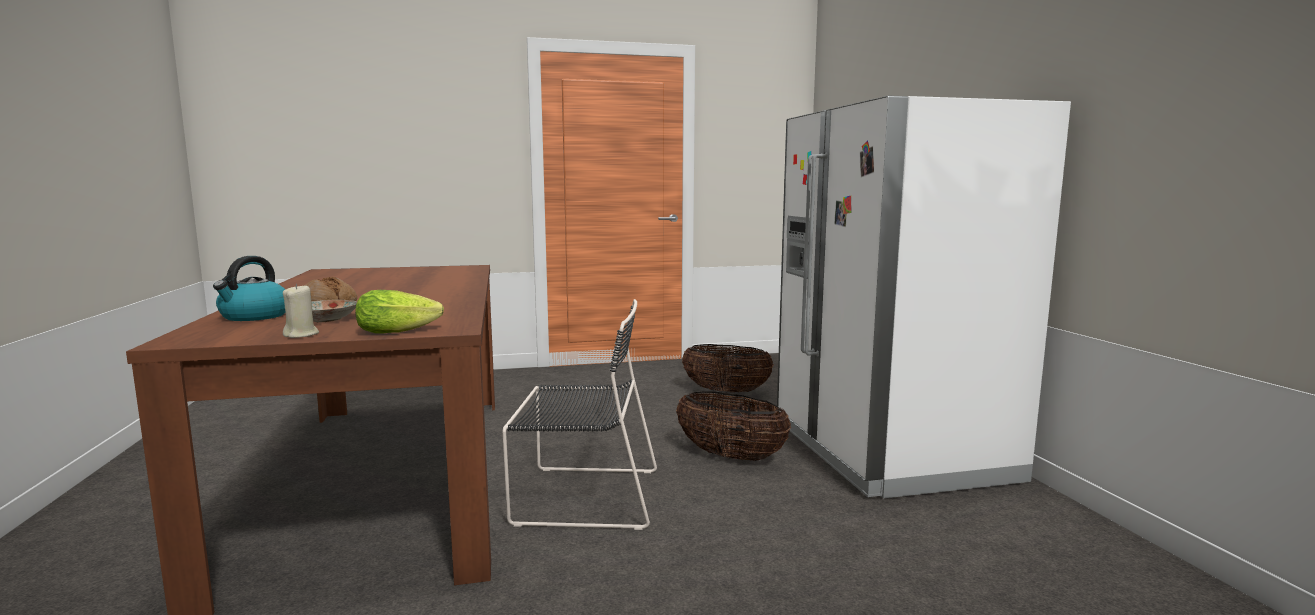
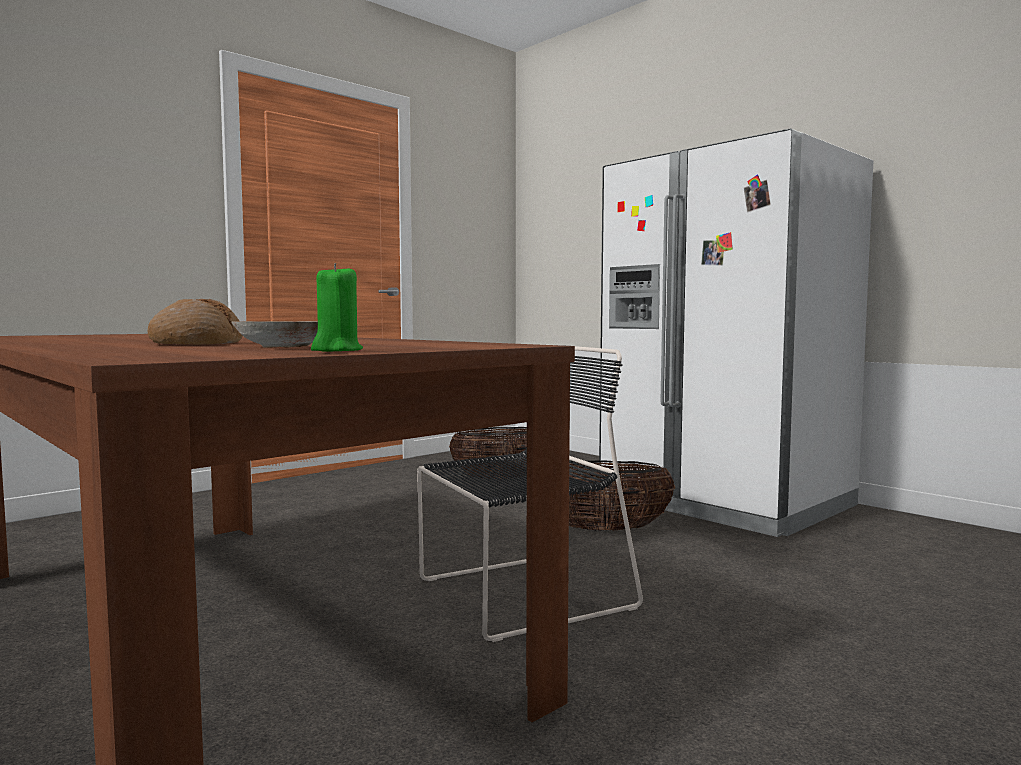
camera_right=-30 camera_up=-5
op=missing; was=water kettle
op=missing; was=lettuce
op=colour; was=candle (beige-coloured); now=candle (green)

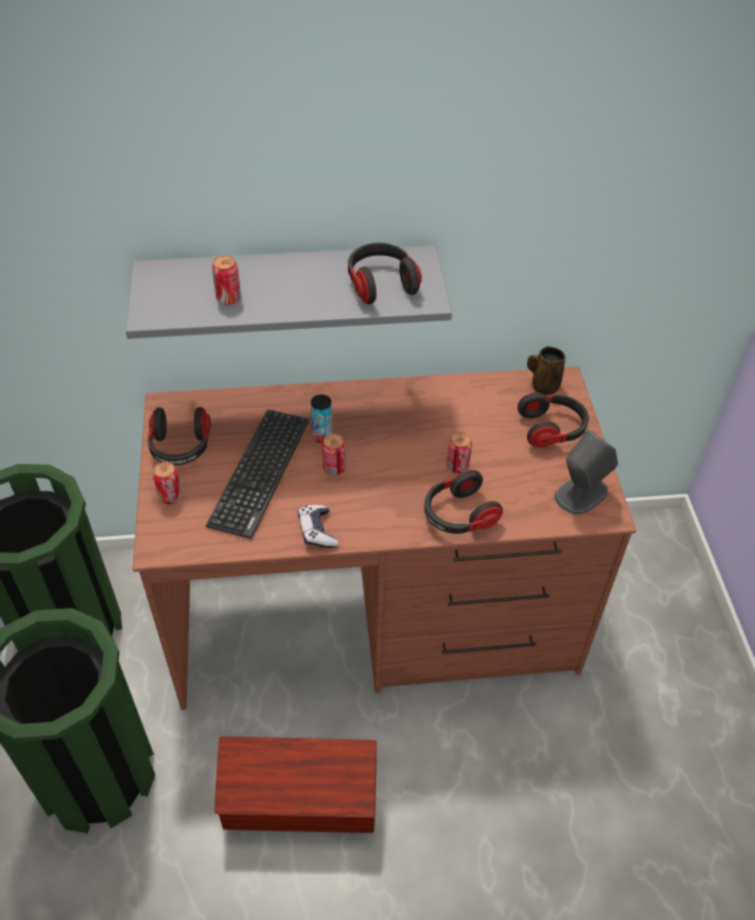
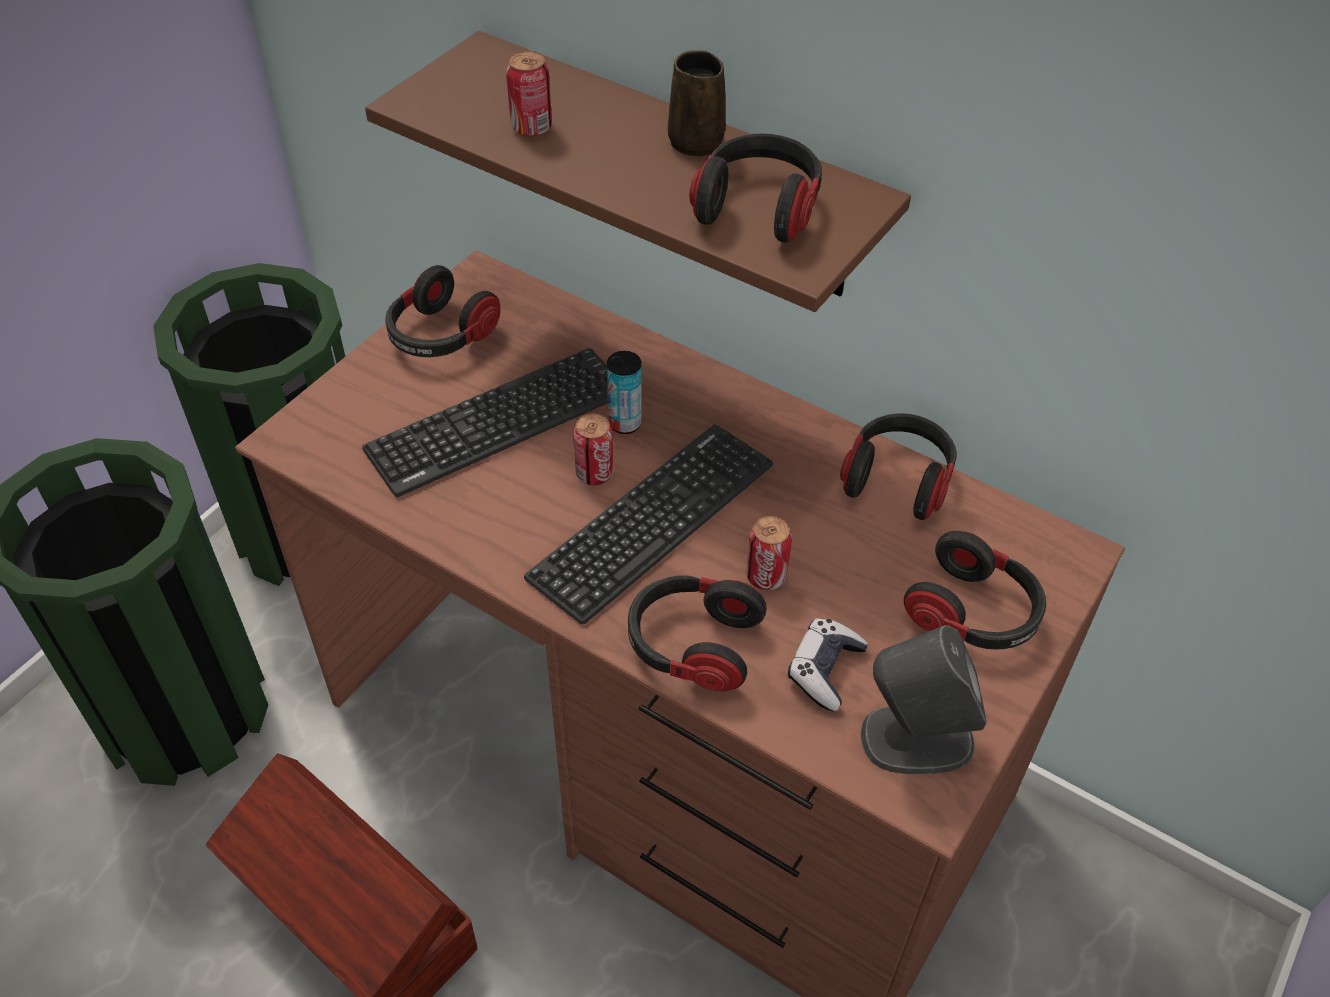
camera_right=40 camera_up=0
op=missing; was=sealed can (no. 1 from left)
op=appeared; now=keyboard (no. 2 from left)
op=appeared; now=headset (no. 4 from left)
op=relocated; was=joypad
op=relocated; was=tea mug (brown-coloured)
op=colour; was=wall shelf (grey); now=wall shelf (brown-coloured)

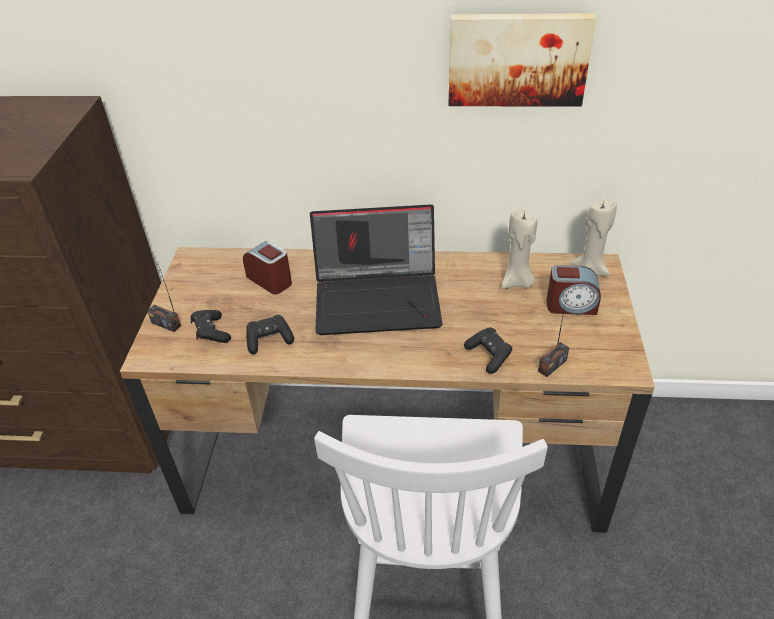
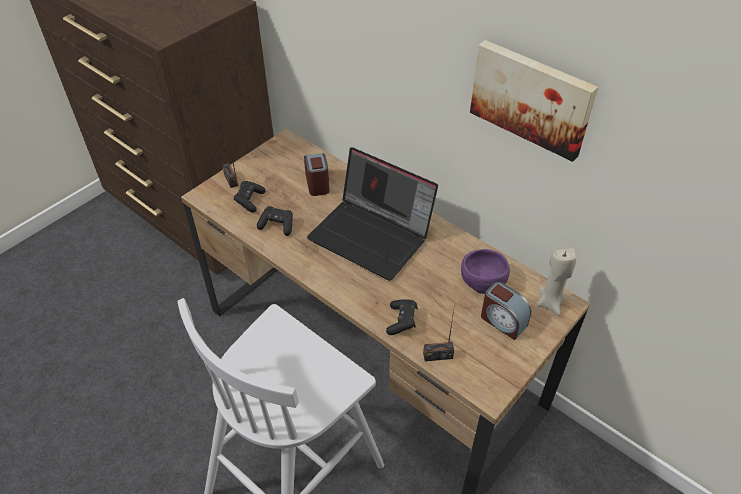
camera_right=35 camera_up=5
op=exchanged; was=candle (beige-coloured) (no. 1 from left); now=deep dish (purple)

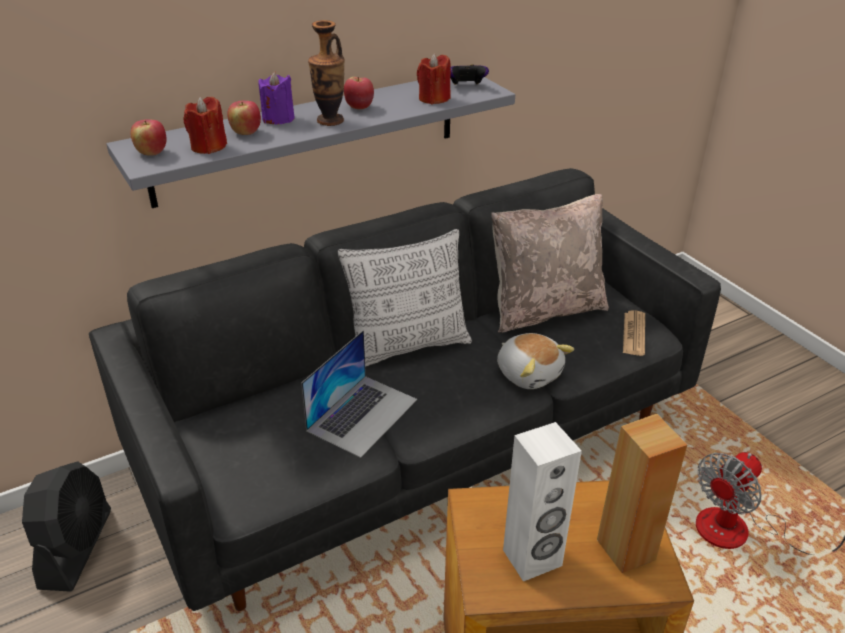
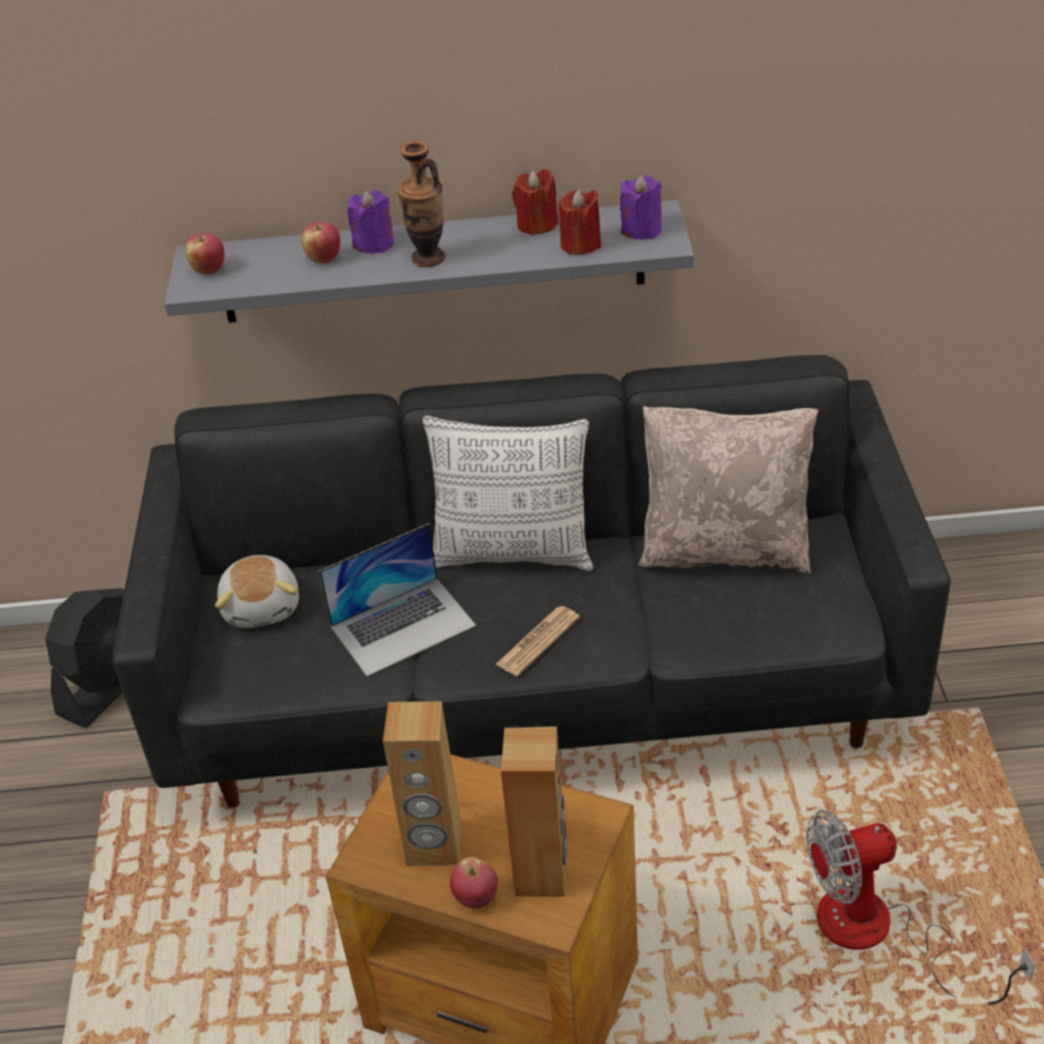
camera_right=30 camera_up=5
op=relocated; was=candle (red) (no. 1 from left)
op=relocated; was=apple fruit (no. 3 from left)
op=relocated; was=soft toy
op=relocated; was=daily paper
op=exchanged; was=joypad; now=candle (purple) (no. 2 from left)
op=colour; was=speaker (whitish); now=speaker (brown-coloured) (no. 1 from left)

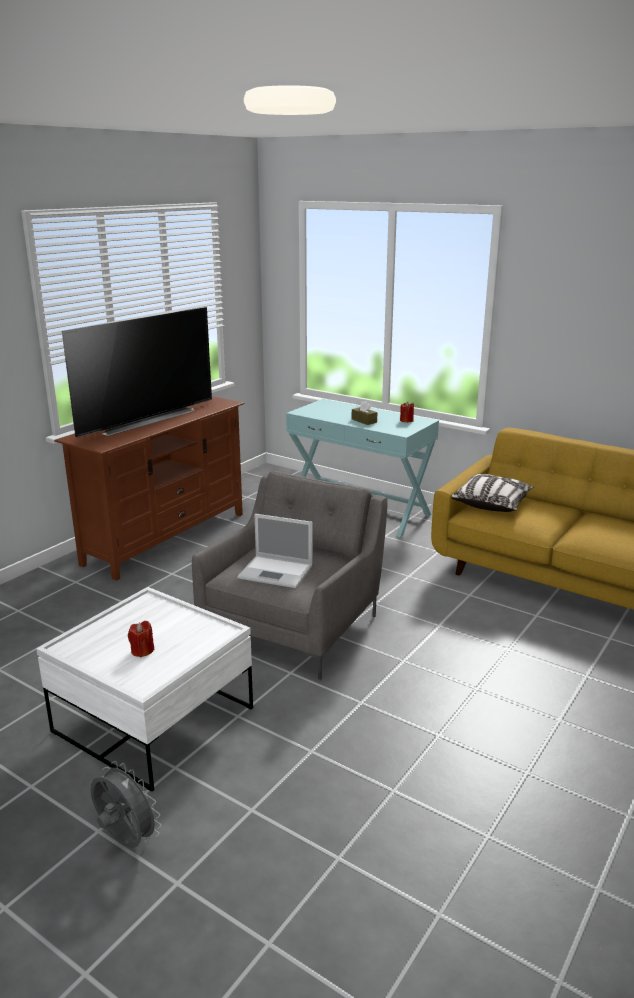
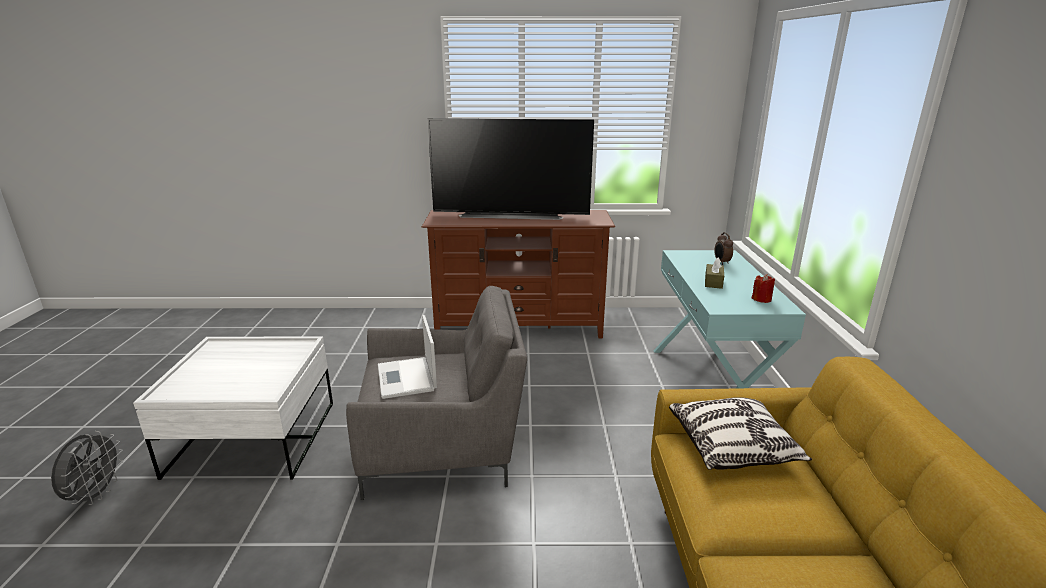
camera_right=55 camera_up=0
op=missing; was=candle (red) (no. 1 from left)
op=appeared; now=alarm clock

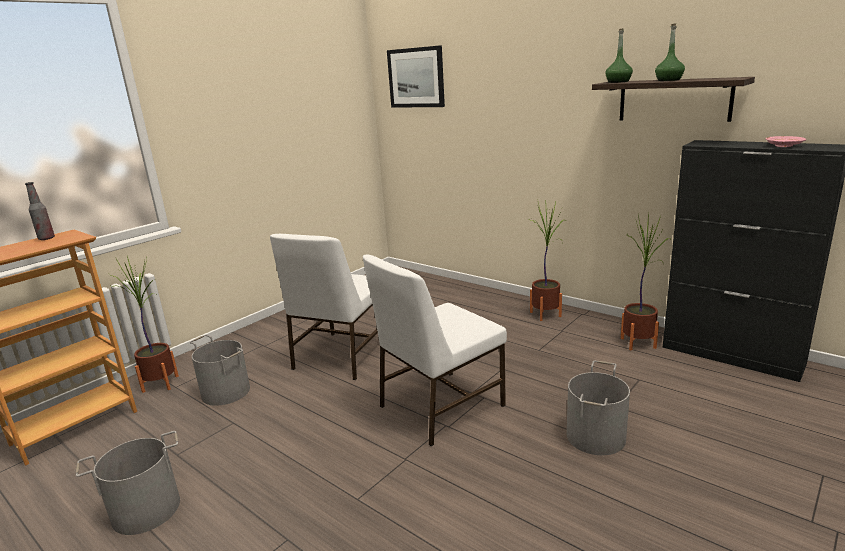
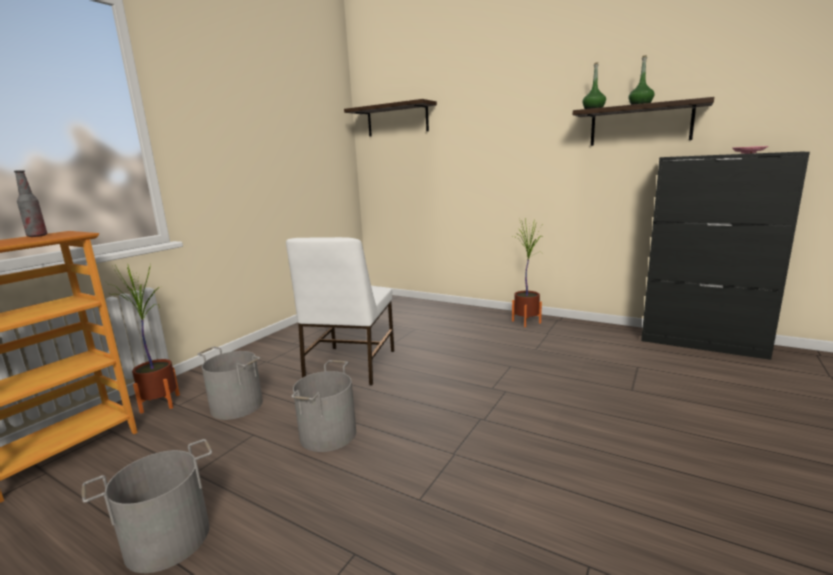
camera_right=-10 camera_up=-5
op=missing; was=upright chair (whitish) (no. 2 from left)
op=missing; was=potted plant (no. 3 from left)
op=relocated; was=bucket (grey) (no. 3 from left)
op=exchanged; was=wall art; now=wall shelf (no. 1 from left)

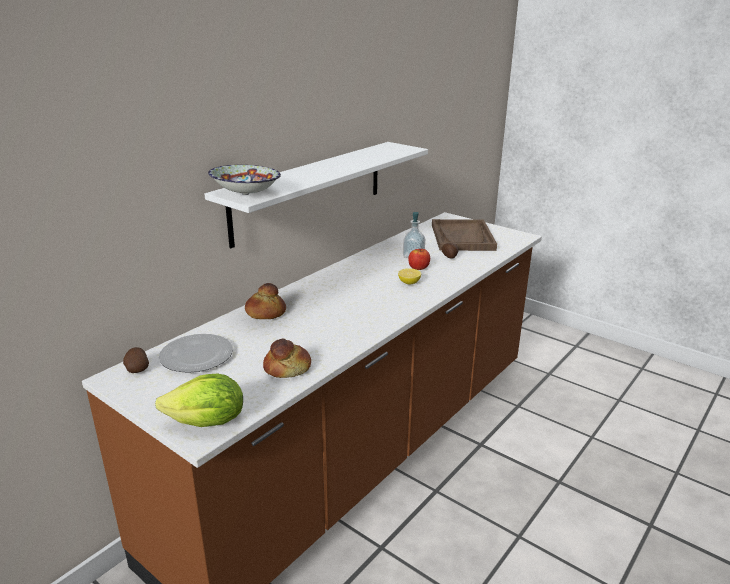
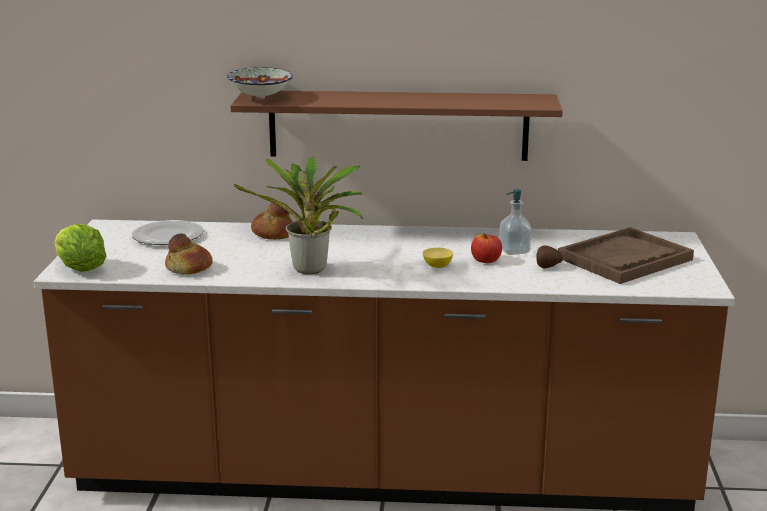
camera_right=55 camera_up=-5
op=missing; was=spud (no. 1 from left)
op=appeared; now=potted plant
op=colour; was=wall shelf (whitish); now=wall shelf (brown-coloured)

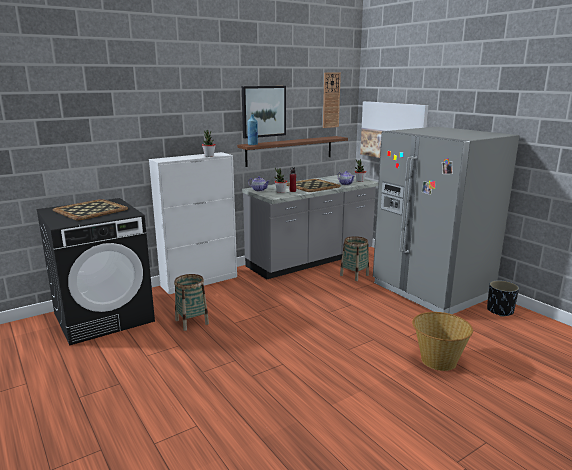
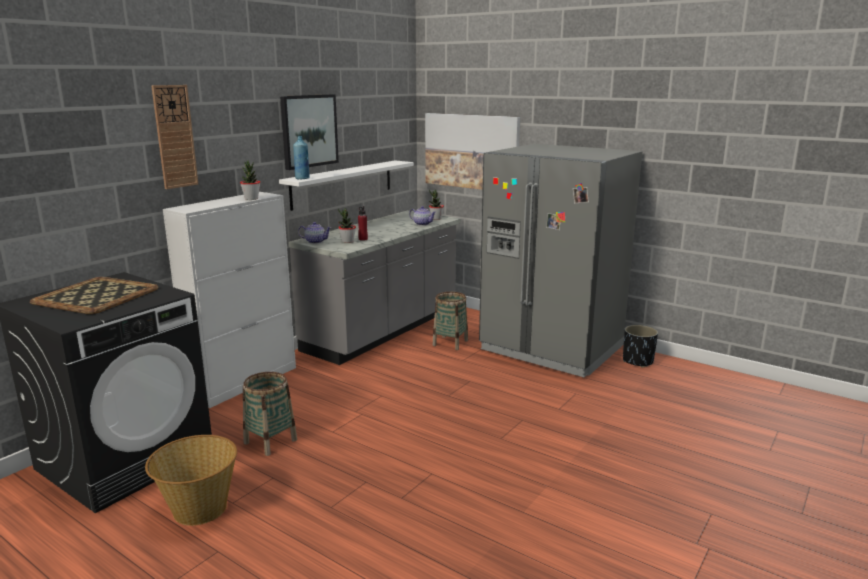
camera_right=-20 camera_up=0
op=missing; was=serving tray (no. 2 from left)
op=relocated; was=clock on the wall
op=relocated; was=household basket (no. 3 from left in the first image); now=household basket (no. 1 from left)
op=colour; was=wall shelf (brown-coloured); now=wall shelf (whitish)

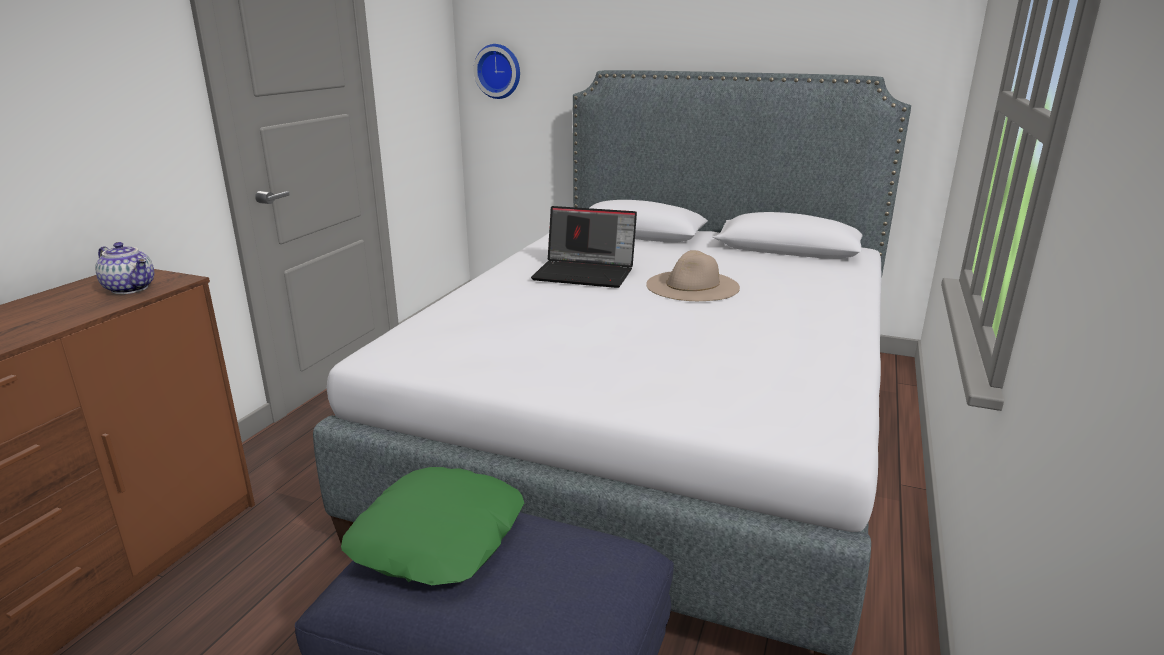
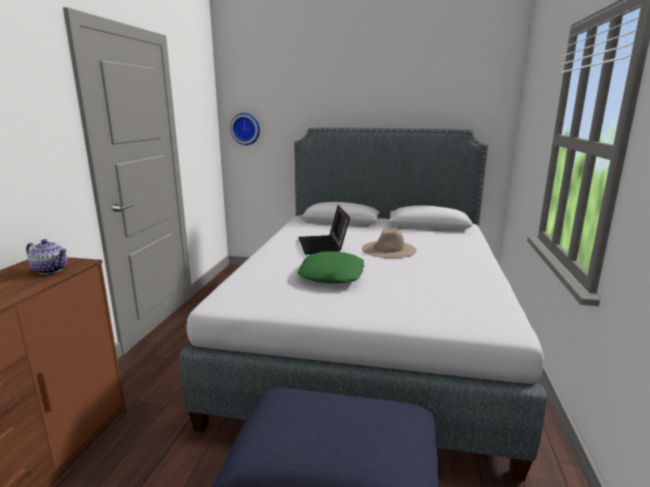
camera_right=-10 camera_up=-5
op=relocated; was=throw pillow (green)
op=spun; was=portable computer; clockwise=75

